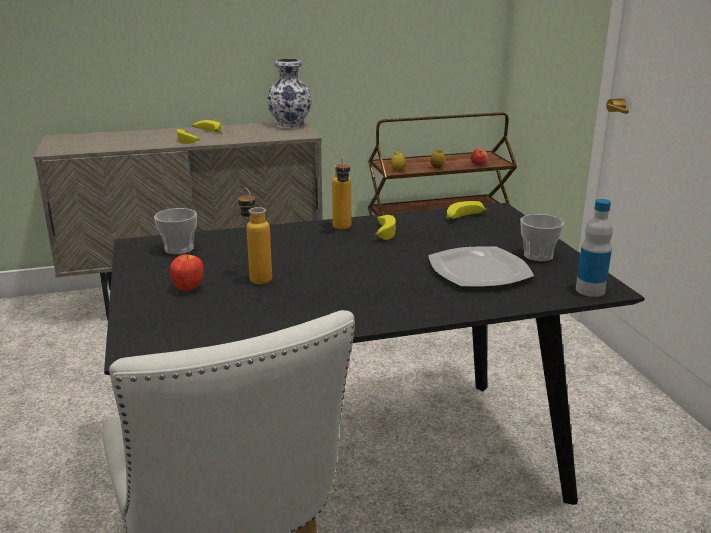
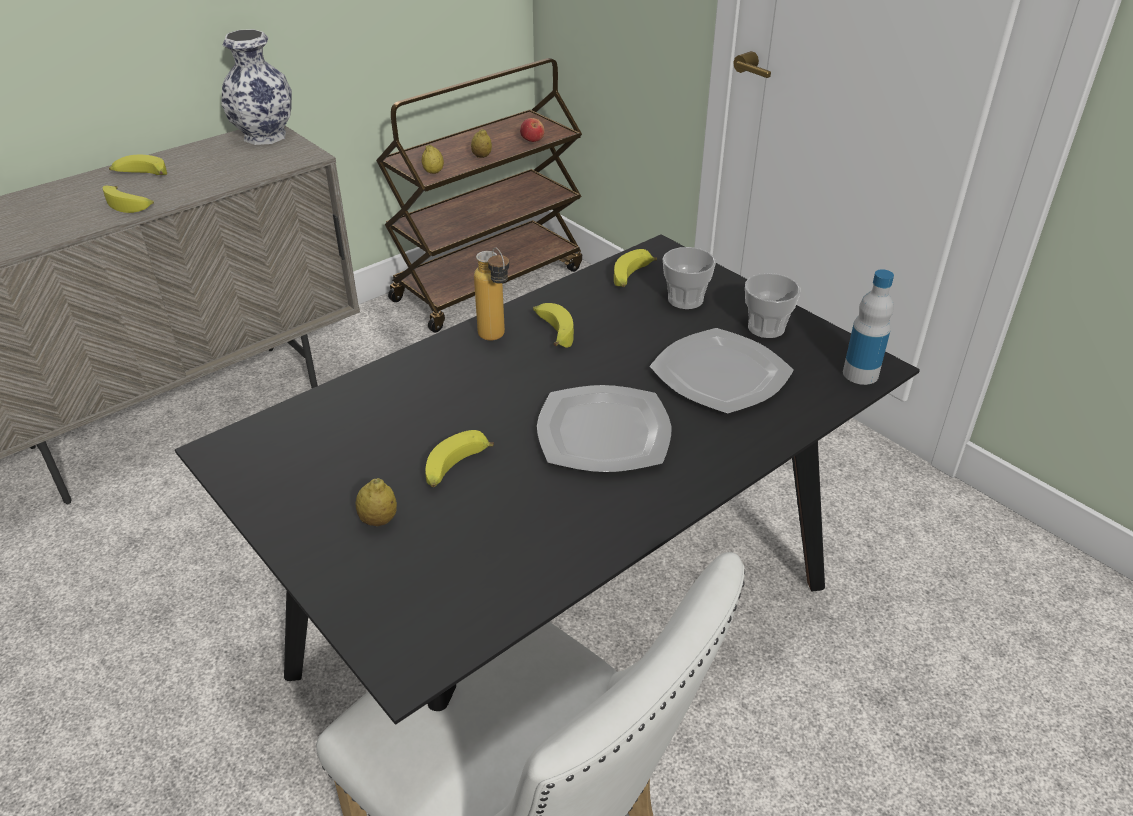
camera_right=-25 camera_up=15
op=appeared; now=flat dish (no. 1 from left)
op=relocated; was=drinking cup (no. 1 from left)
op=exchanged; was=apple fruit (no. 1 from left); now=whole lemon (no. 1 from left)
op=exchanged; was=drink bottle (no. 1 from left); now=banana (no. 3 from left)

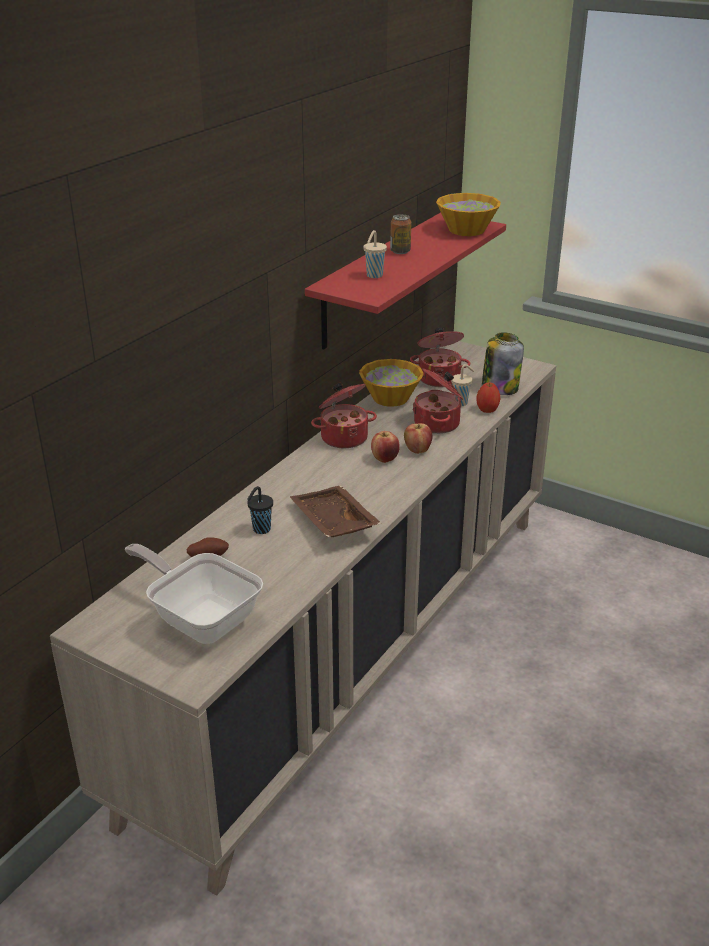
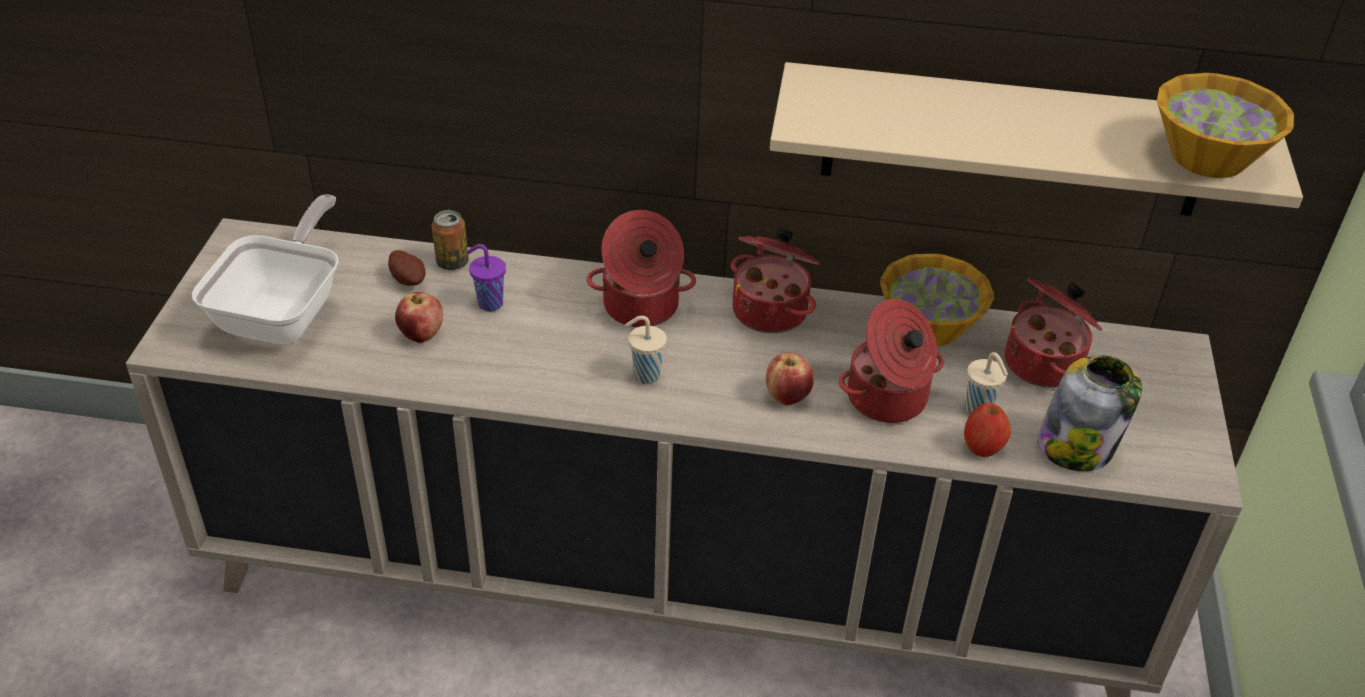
camera_right=65 camera_up=10
op=missing; was=serving tray (brown-coloured)
op=appeared; now=stockpot (no. 1 from left)
op=relocated; was=drinking cup (beige-coloured) (no. 1 from left)
op=relocated; was=apple fruit (no. 1 from left)
op=relocated; was=sealed can
op=colour; was=drinking cup (black-coloured); now=drinking cup (purple)
op=colour; was=wall shelf (red); now=wall shelf (beige-coloured)

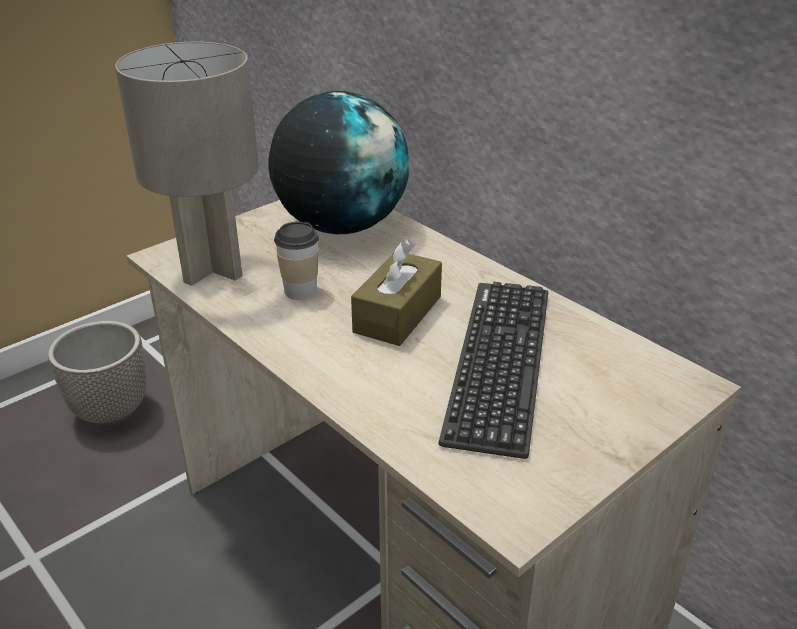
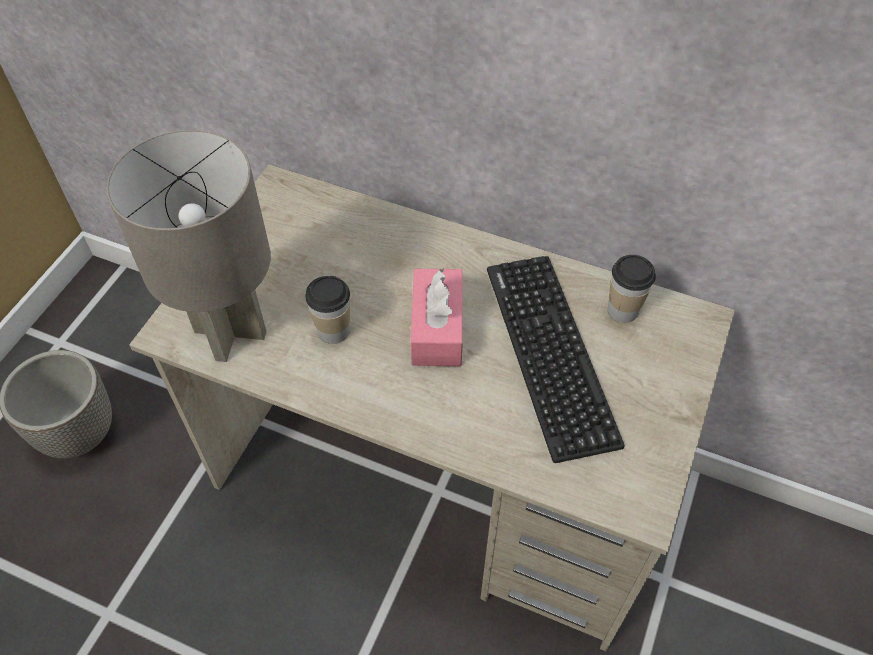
camera_right=-25 camera_up=20
op=missing; was=desk globe
op=appeared; now=drinking cup (no. 2 from left)
op=colour; was=box of tissues (brown-coloured); now=box of tissues (pink-coloured)

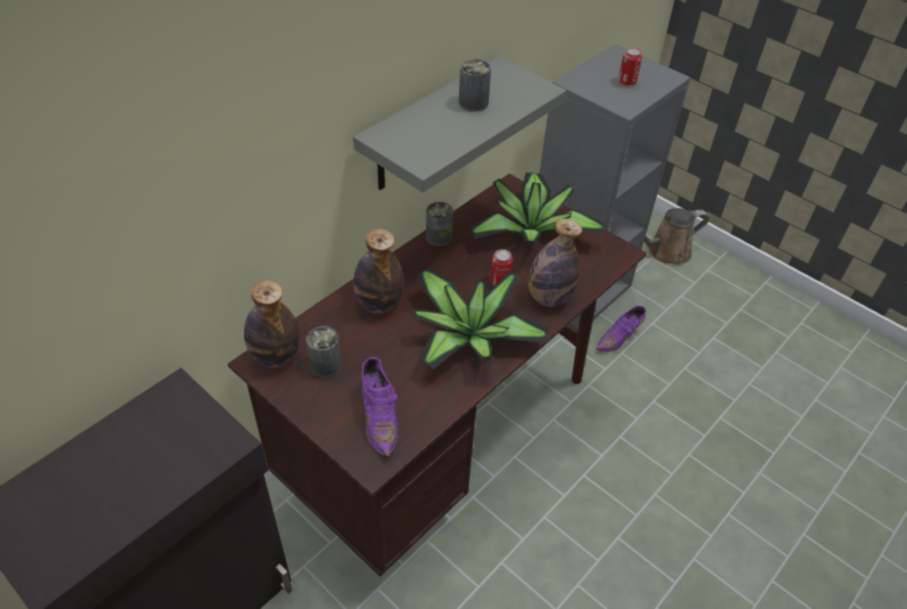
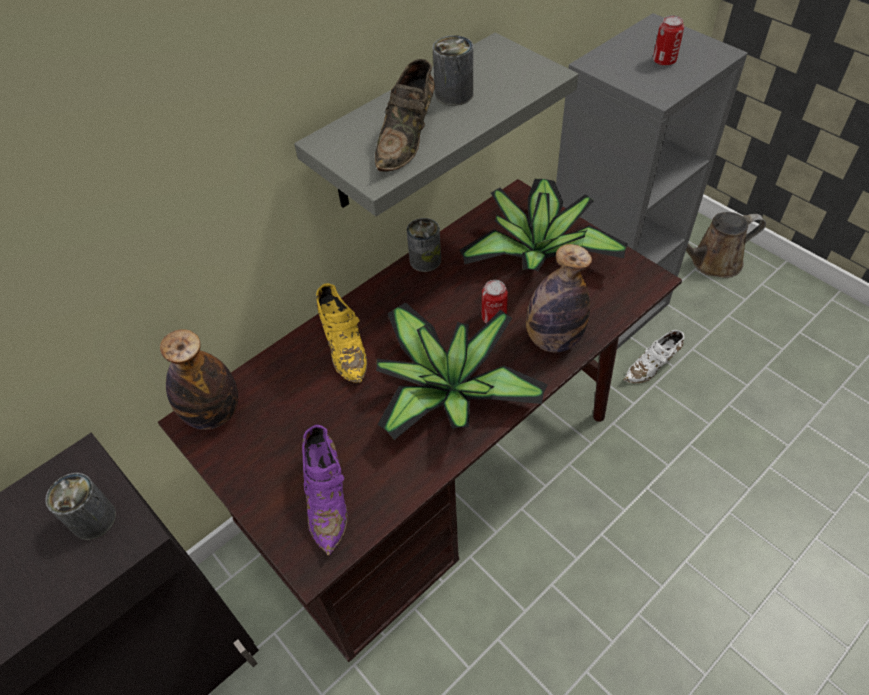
camera_right=10 camera_up=5
op=appeared; now=low shoe (brown-coloured)
op=relocated; was=sealed can (no. 1 from left)
op=exchanged; was=drink bottle (no. 2 from left); now=low shoe (yellow)
op=colour; was=low shoe (purple) (no. 2 from left); now=low shoe (whitish)

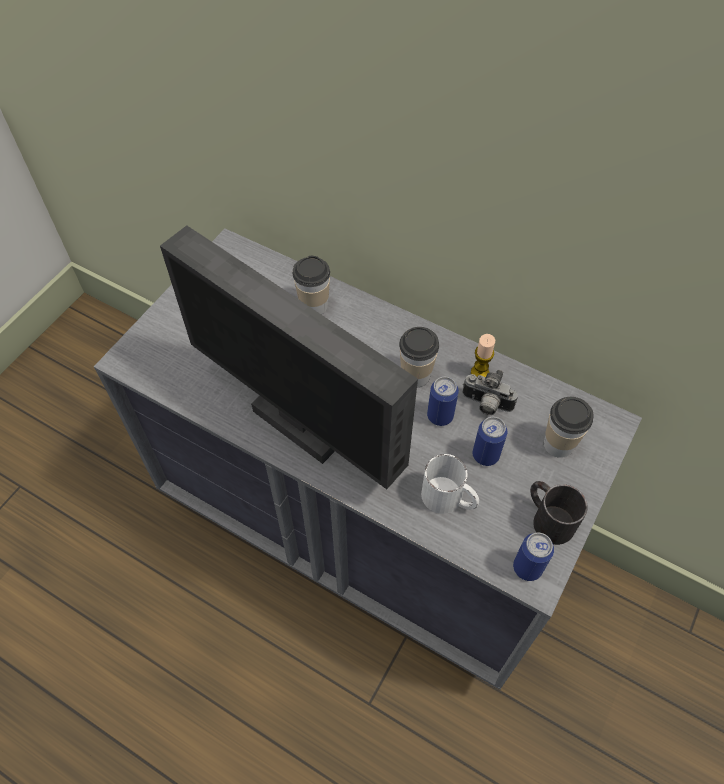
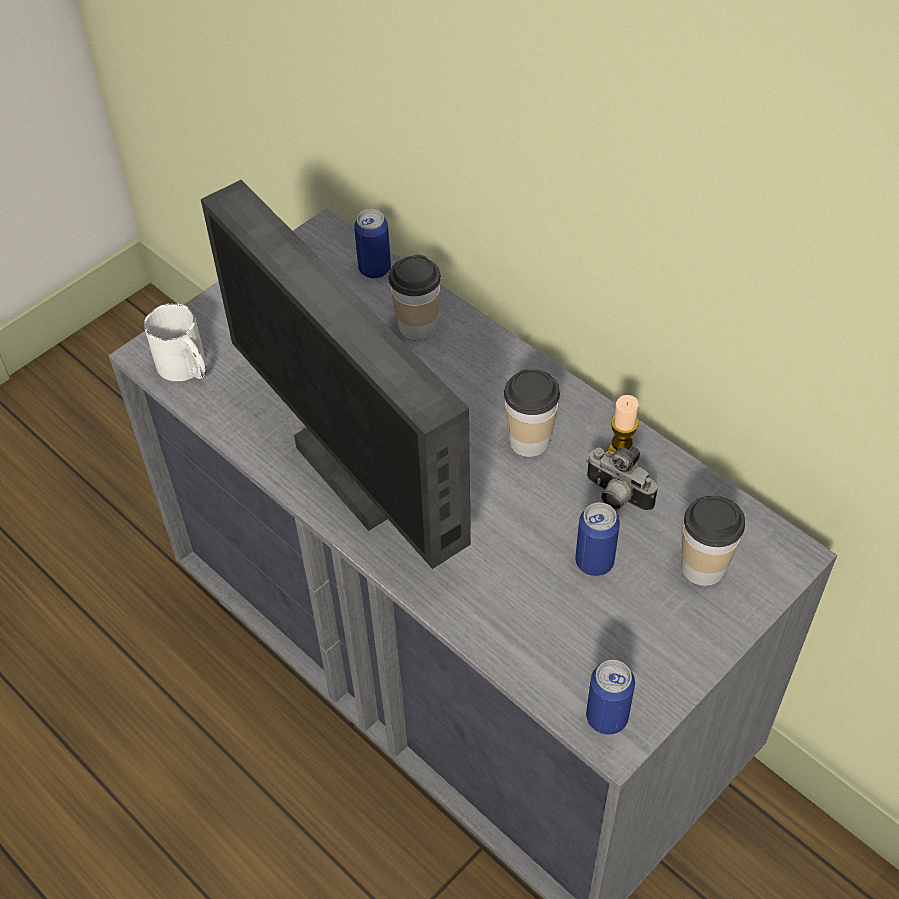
camera_right=15 camera_up=-5
op=missing; was=tea mug (black-coloured)
op=relocated; was=tea mug (whitish)
op=relocated; was=sealed can (no. 1 from left)

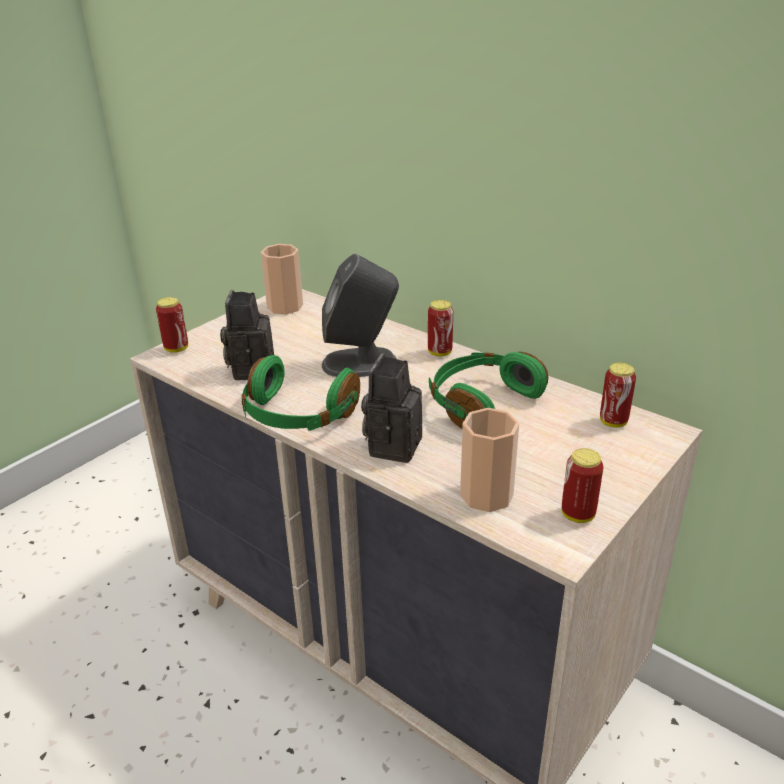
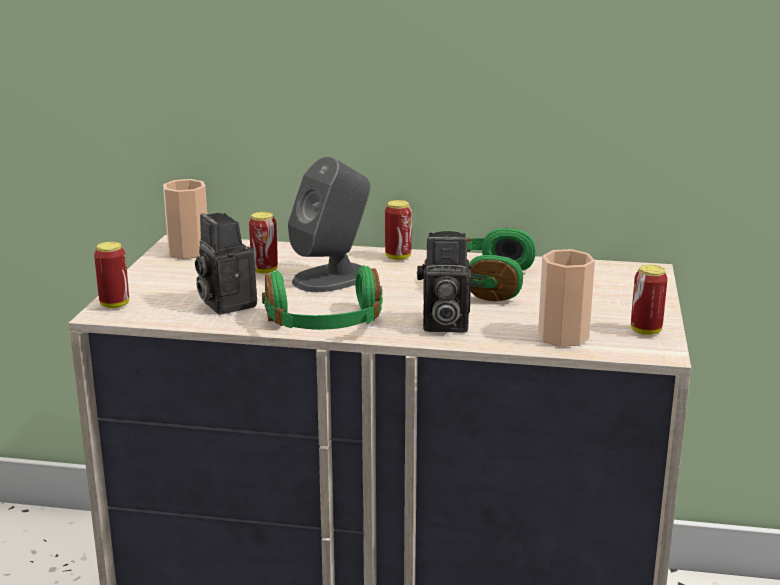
camera_right=-30 camera_up=-10
op=relocated; was=sealed can (no. 4 from left in the first image); now=sealed can (no. 2 from left)
op=spun; was=still camera (no. 2 from left); clockwise=-75

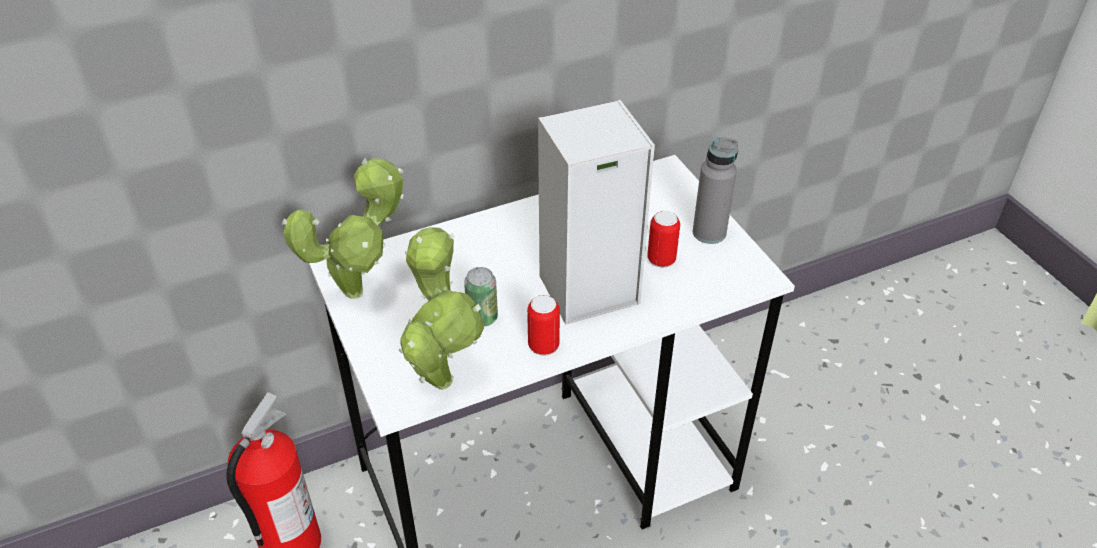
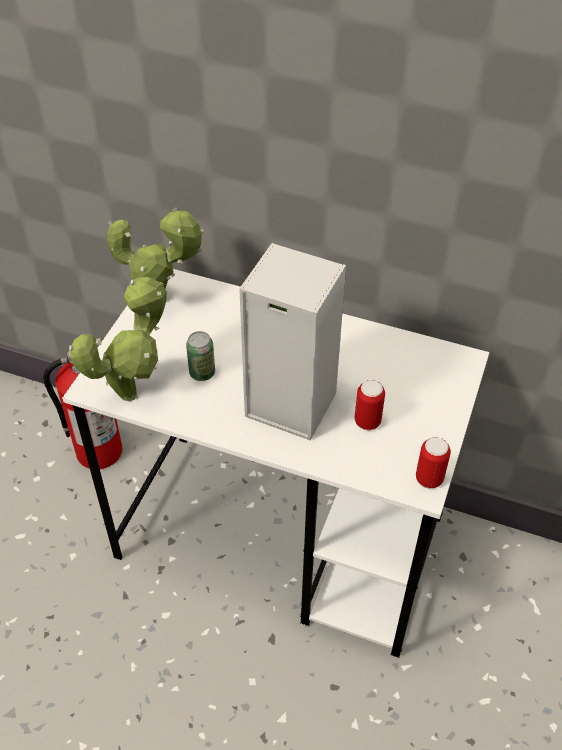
camera_right=45 camera_up=5
op=missing; was=drink bottle (grey)
op=relocated; was=sealed can (no. 2 from left in the first image); now=sealed can (no. 3 from left)

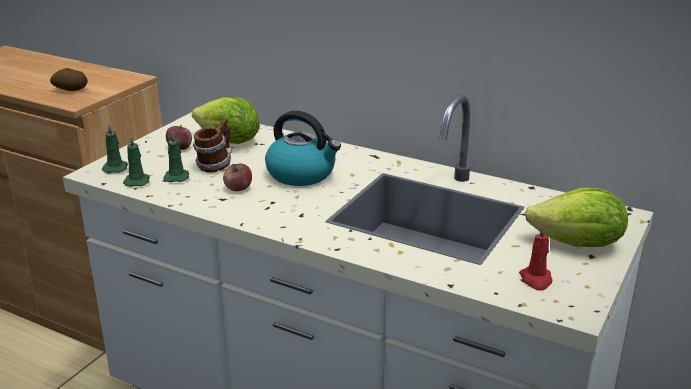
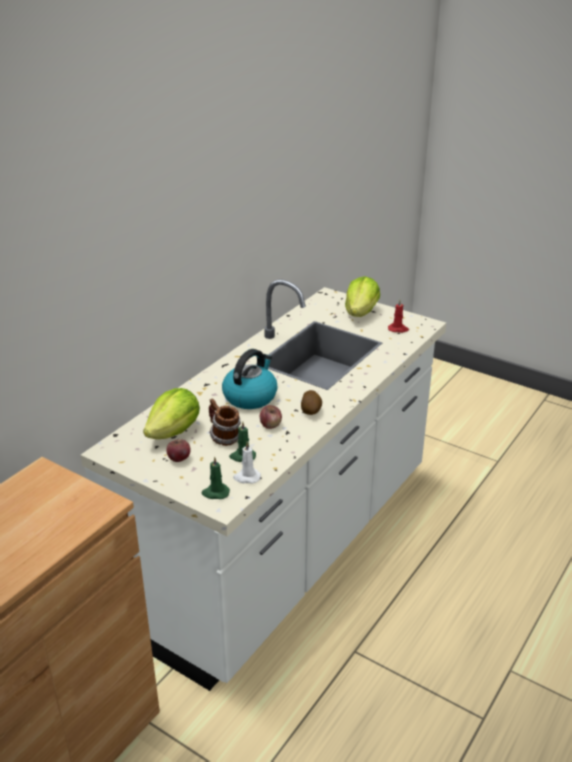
camera_right=-85 camera_up=5
op=relocated; was=spud
op=colour; was=candle (green) (no. 2 from left); now=candle (whitish)

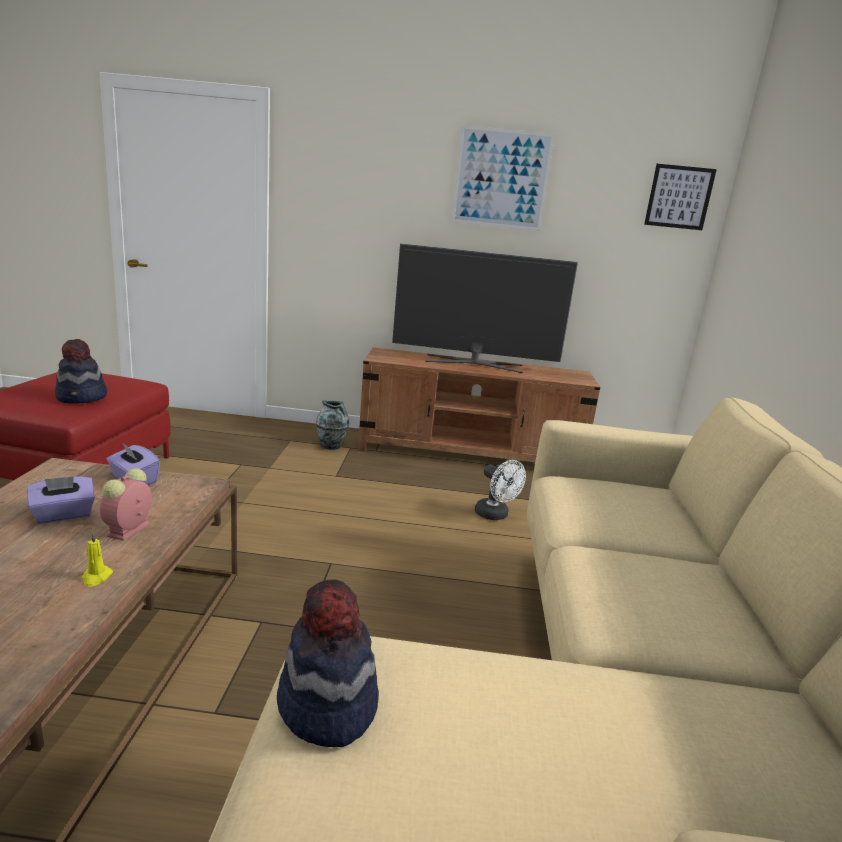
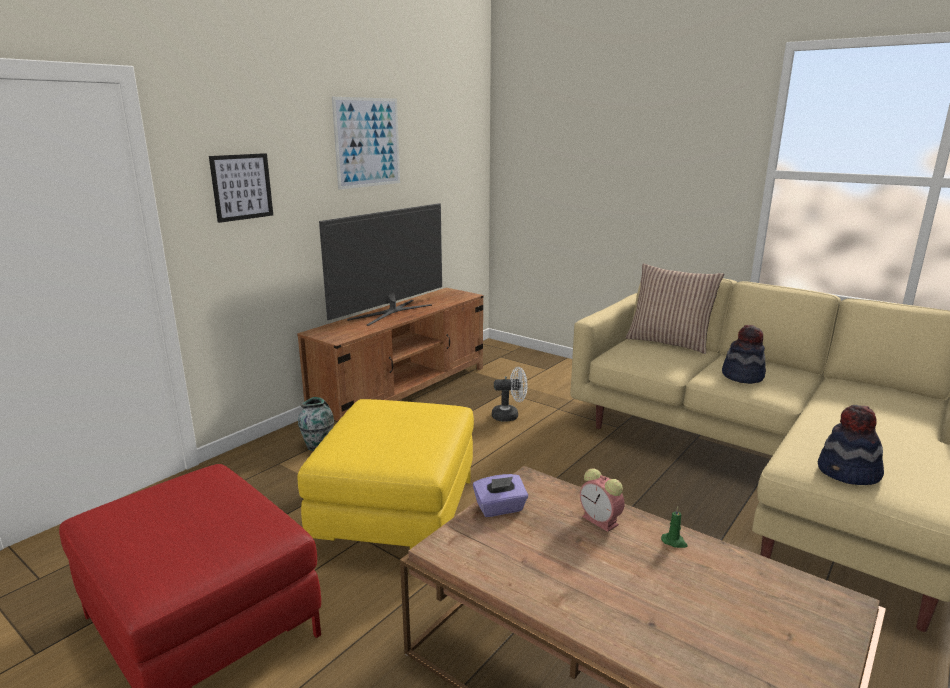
camera_right=-55 camera_up=0
op=missing; was=box of tissues (purple) (no. 1 from left)
op=appeared; now=footrest (yellow)
op=appeared; now=throw pillow
op=relocated; was=hat (no. 1 from left)
op=relocated; was=wall art (no. 2 from left in the first image); now=wall art (no. 1 from left)
op=colour; was=candle (yellow); now=candle (green)

